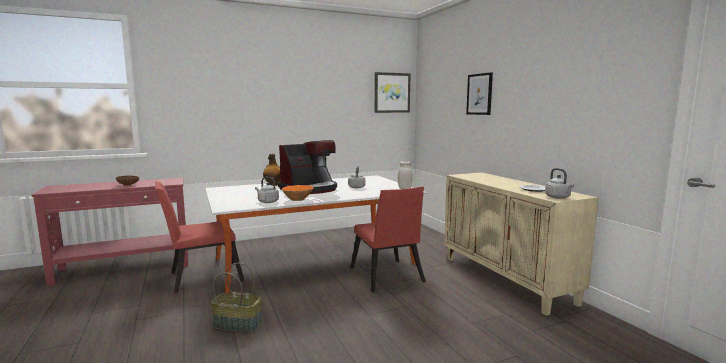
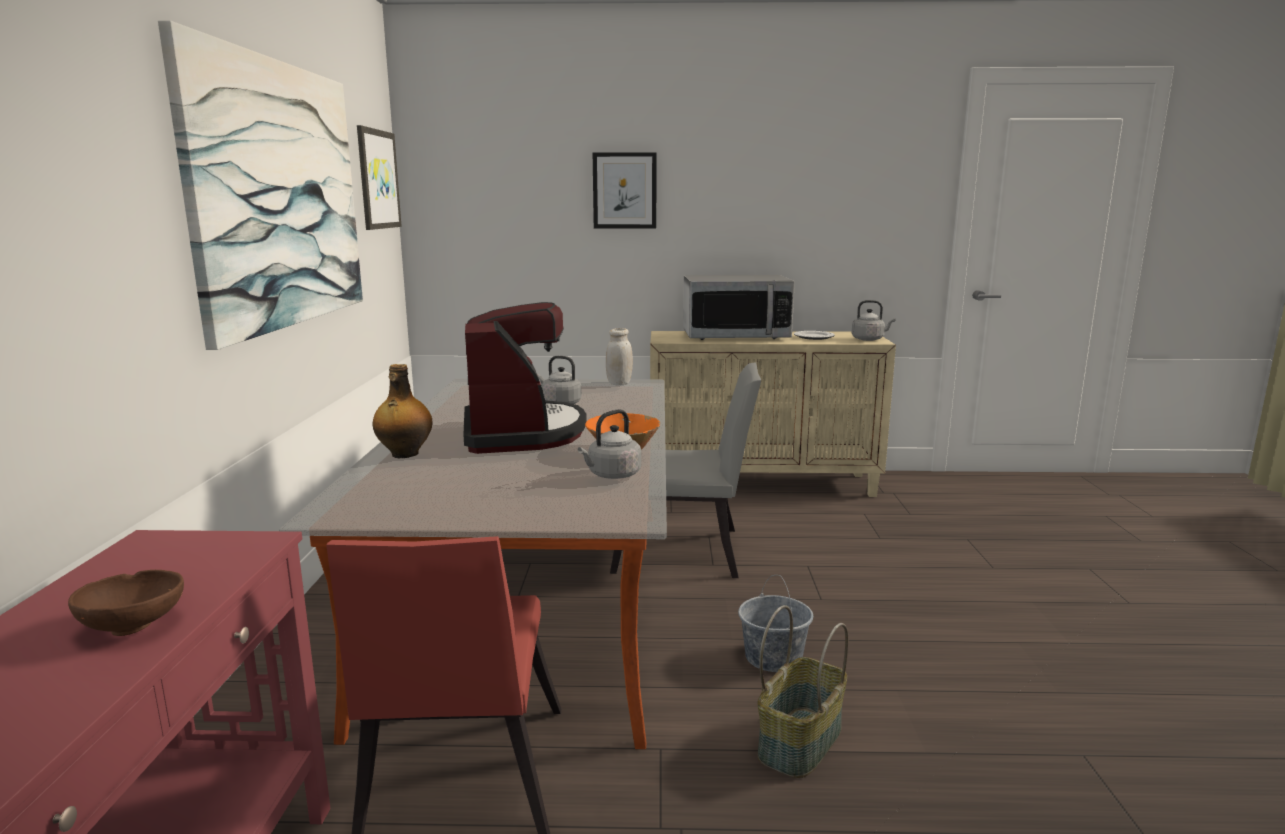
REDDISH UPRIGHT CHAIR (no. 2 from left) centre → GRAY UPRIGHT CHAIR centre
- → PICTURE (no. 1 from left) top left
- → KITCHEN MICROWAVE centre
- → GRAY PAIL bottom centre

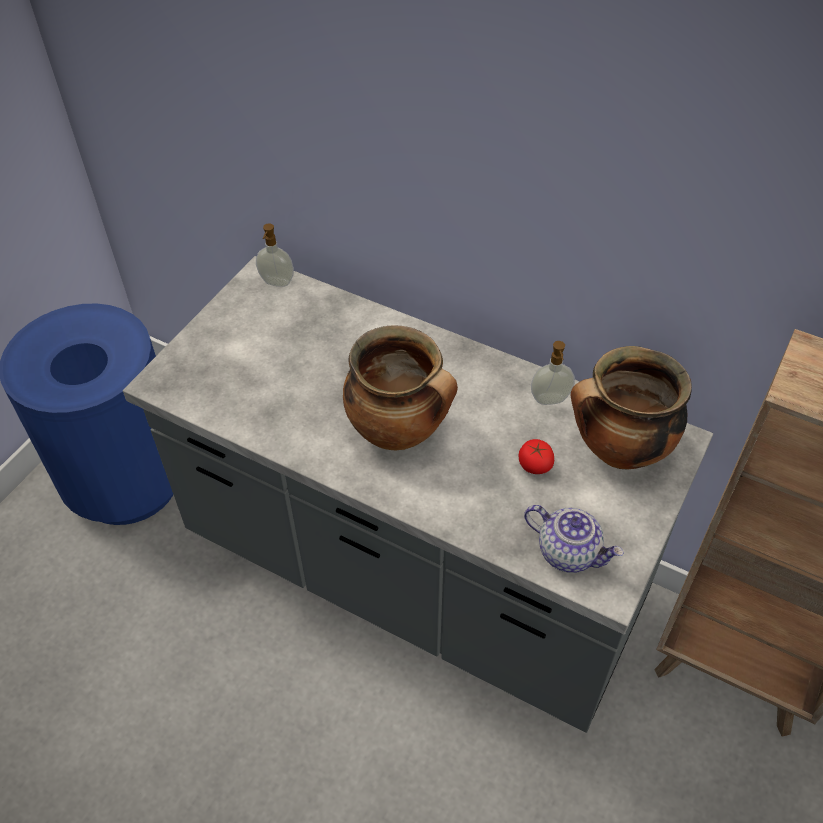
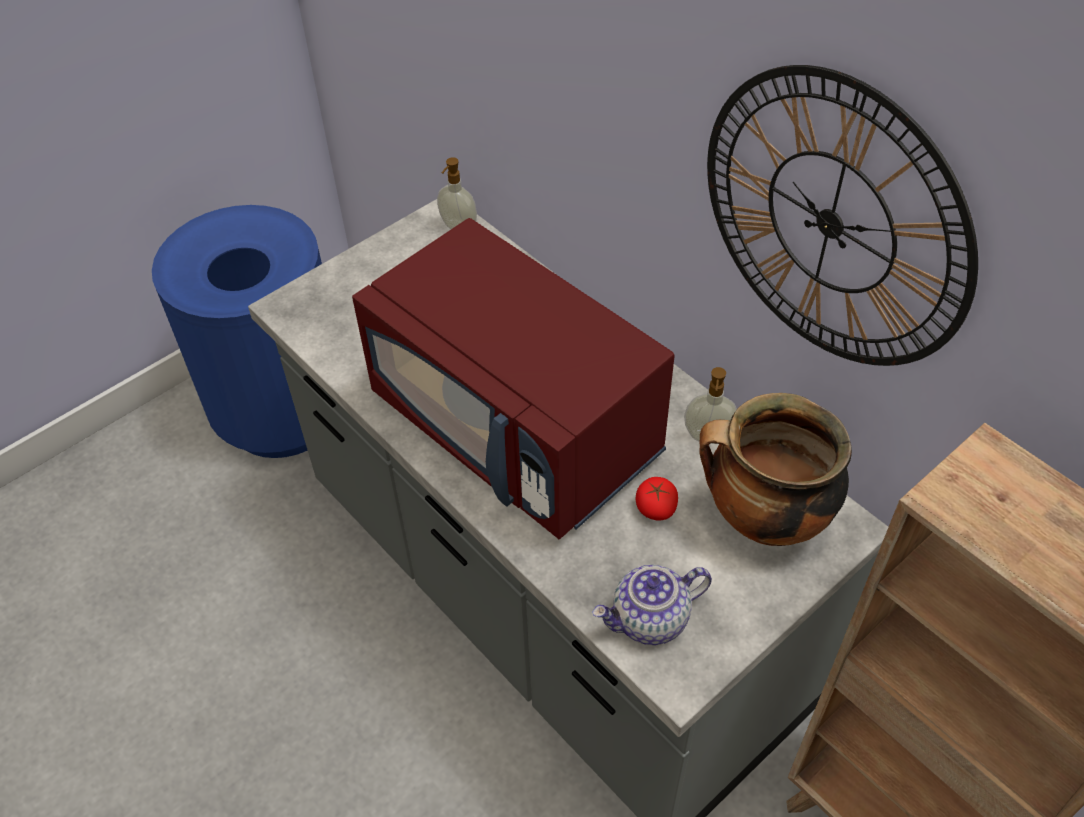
SAUCEPOT (no. 1 from left) centre → REDDISH KITCHEN MICROWAVE centre
TEAPOT middle right → TEAPOT bottom centre, 105 degrees clockwise
- → HANGING CLOCK top right

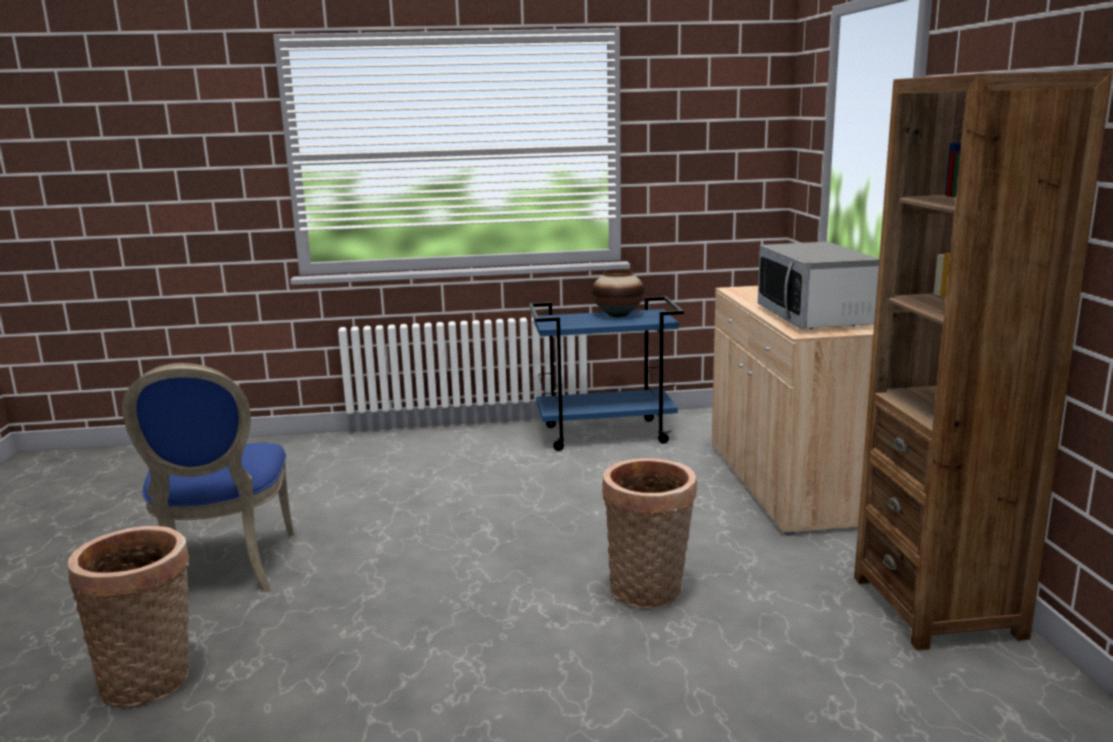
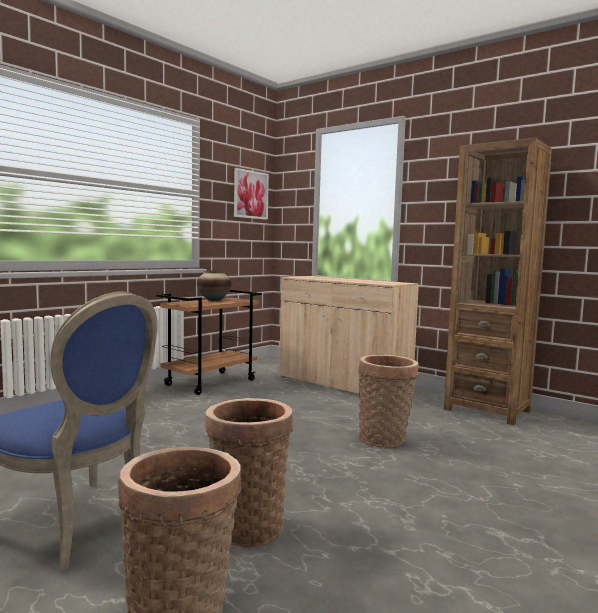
KITCHEN MICROWAVE middle right → -
BLUE-COLOURED WHEELED CART centre → BROWNISH WHEELED CART centre
- → PICTURE top centre
- → HOUSEHOLD BASKET (no. 2 from left) bottom centre

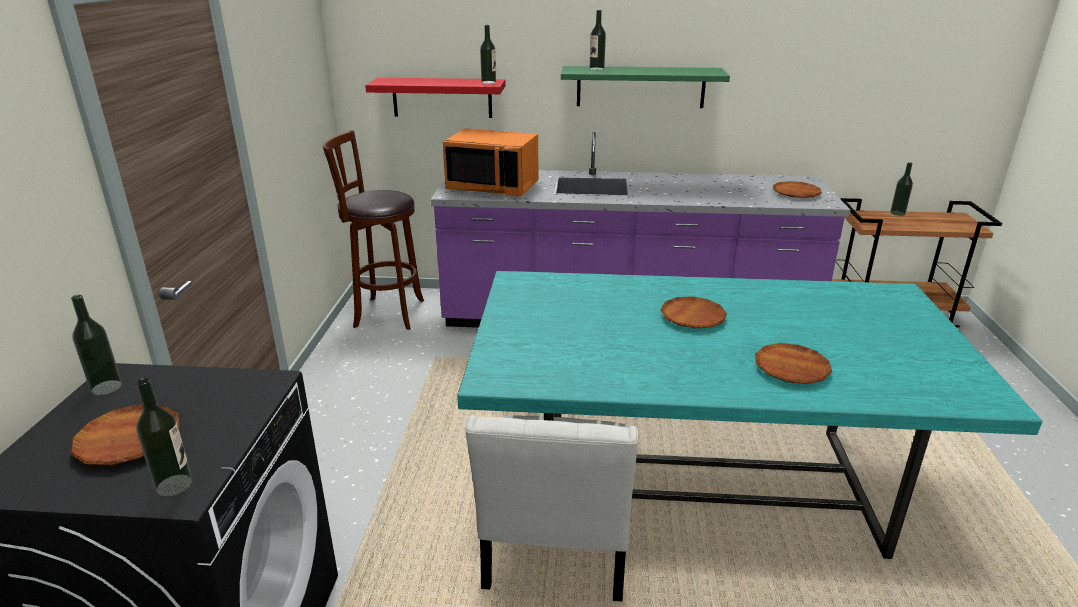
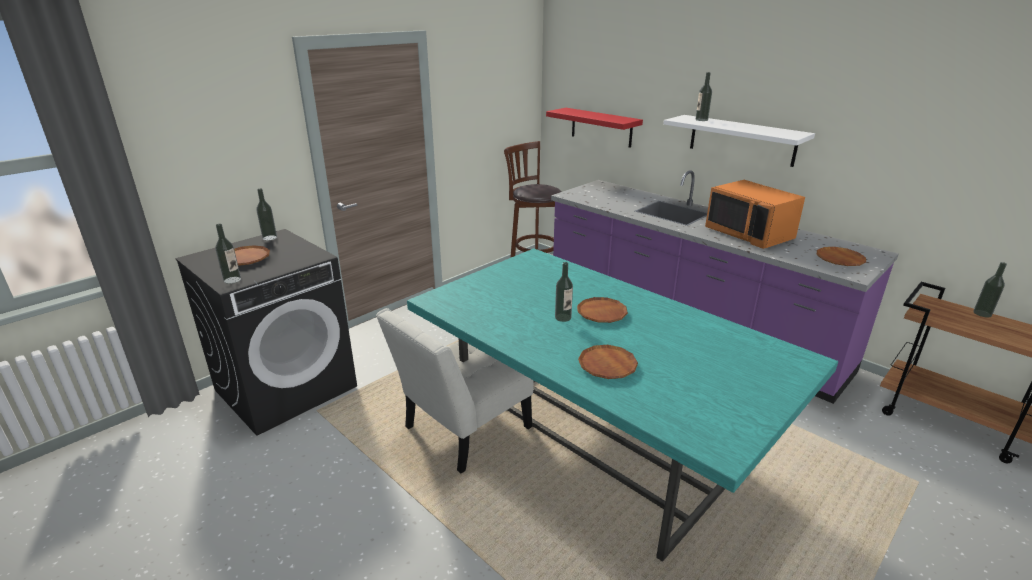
BOTTLE (no. 3 from left) top centre → BOTTLE (no. 3 from left) centre, shifted
GREEN-COLOURED SHELF top centre → WHITE SHELF top right
ORANGE-COLOURED KITCHEN MICROWAVE top centre → ORANGE-COLOURED KITCHEN MICROWAVE middle right, shifted

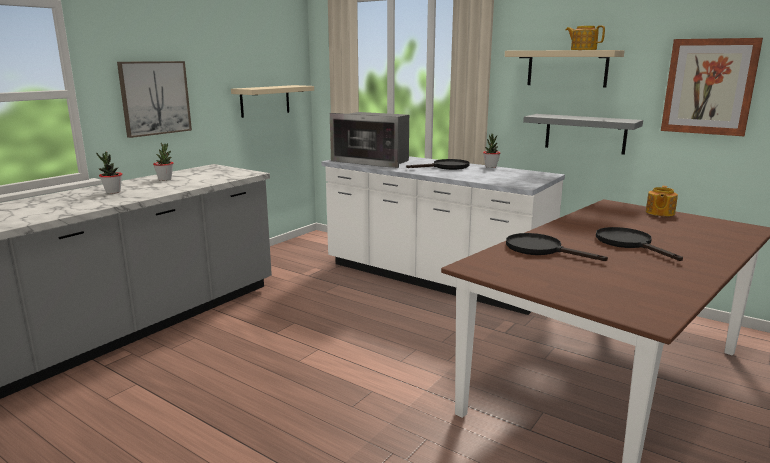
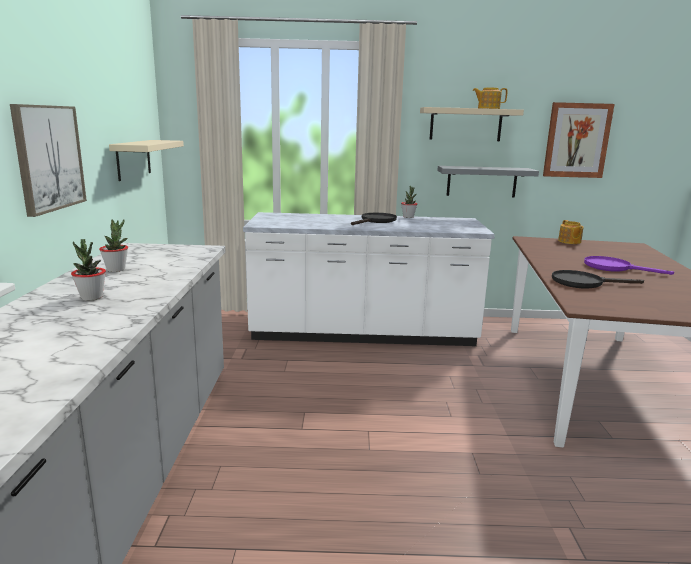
KITCHEN MICROWAVE top centre → -
BLACK-COLOURED PAN (no. 3 from left) middle right → PURPLISH PAN middle right

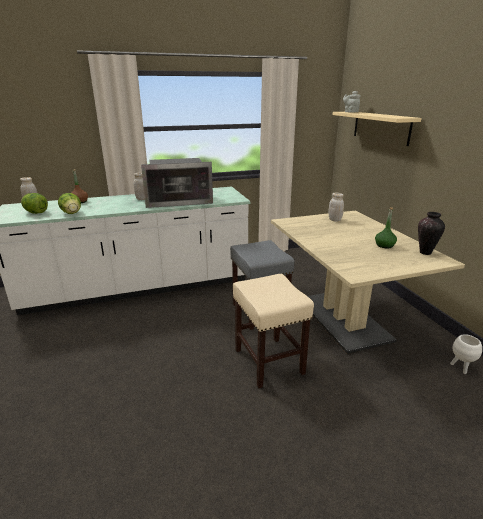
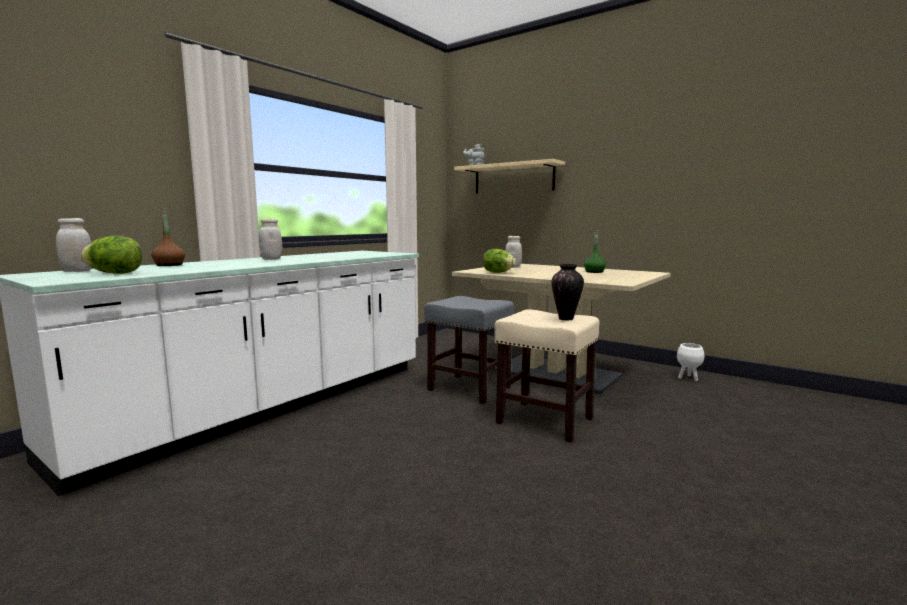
KITCHEN MICROWAVE centre → -
LETTUCE HEAD (no. 2 from left) middle left → LETTUCE HEAD (no. 2 from left) centre, shifted
FLOWER VASE middle right → FLOWER VASE centre, shifted

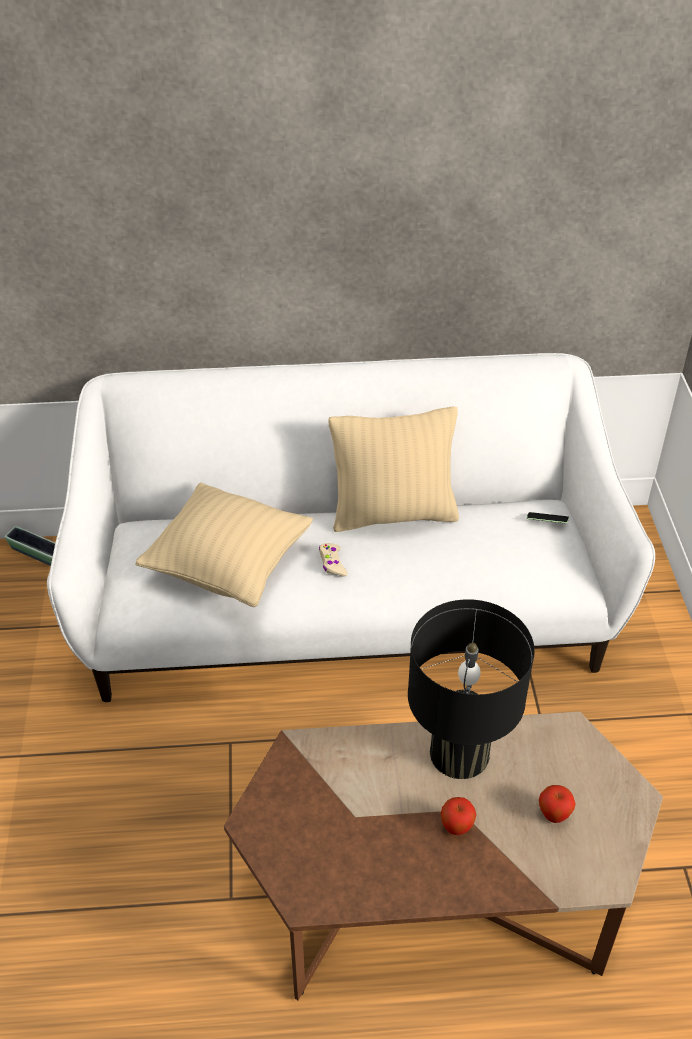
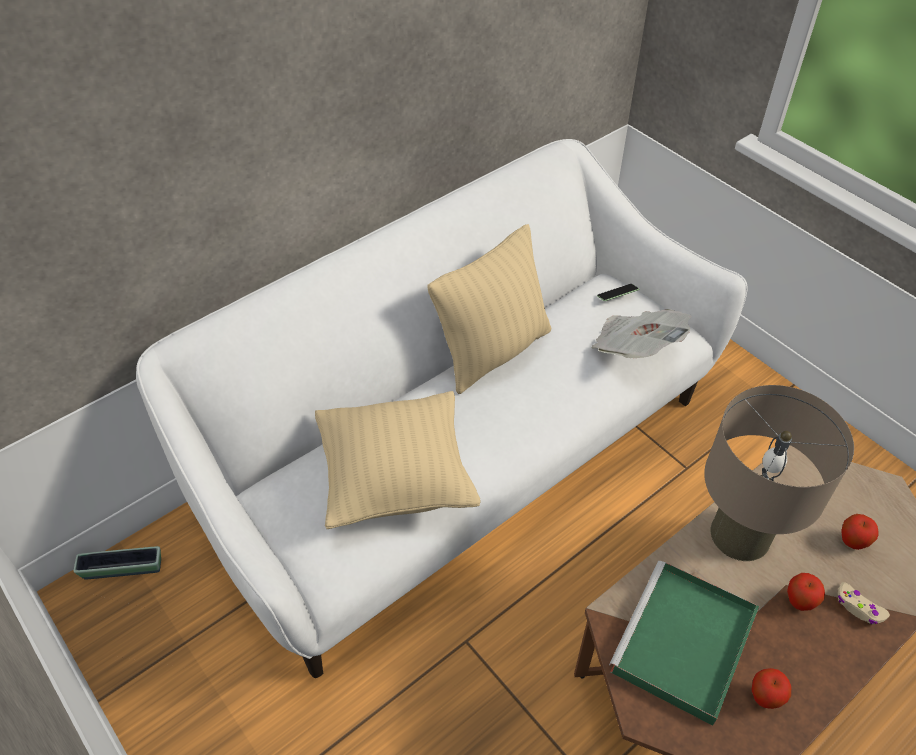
BEIGE GAME CONTROLLER centre → BEIGE GAME CONTROLLER bottom right, shifted
BLACK-COLOURED LAMP FOR A TABLE middle right → BEIGE LAMP FOR A TABLE middle right
- → DAILY PAPER middle right
- → GREEN-COLOURED TRAY bottom right
- → APPLE (no. 1 from left) bottom right

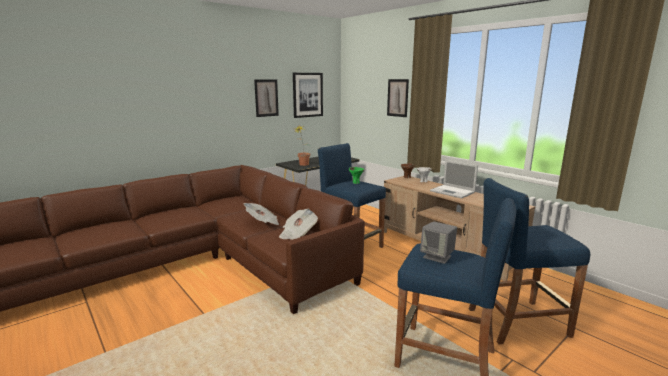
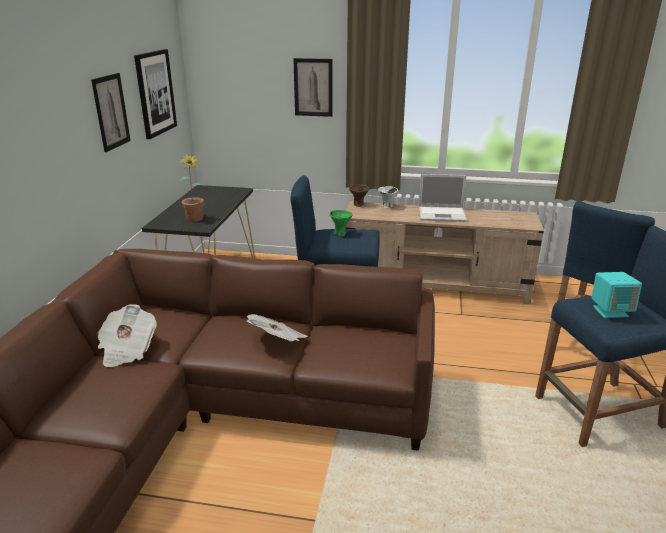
DAILY PAPER (no. 2 from left in the first image) centre → DAILY PAPER (no. 1 from left) middle left, shifted
GRAY LOUDSPEAKER centre → TURQUOISE LOUDSPEAKER middle right

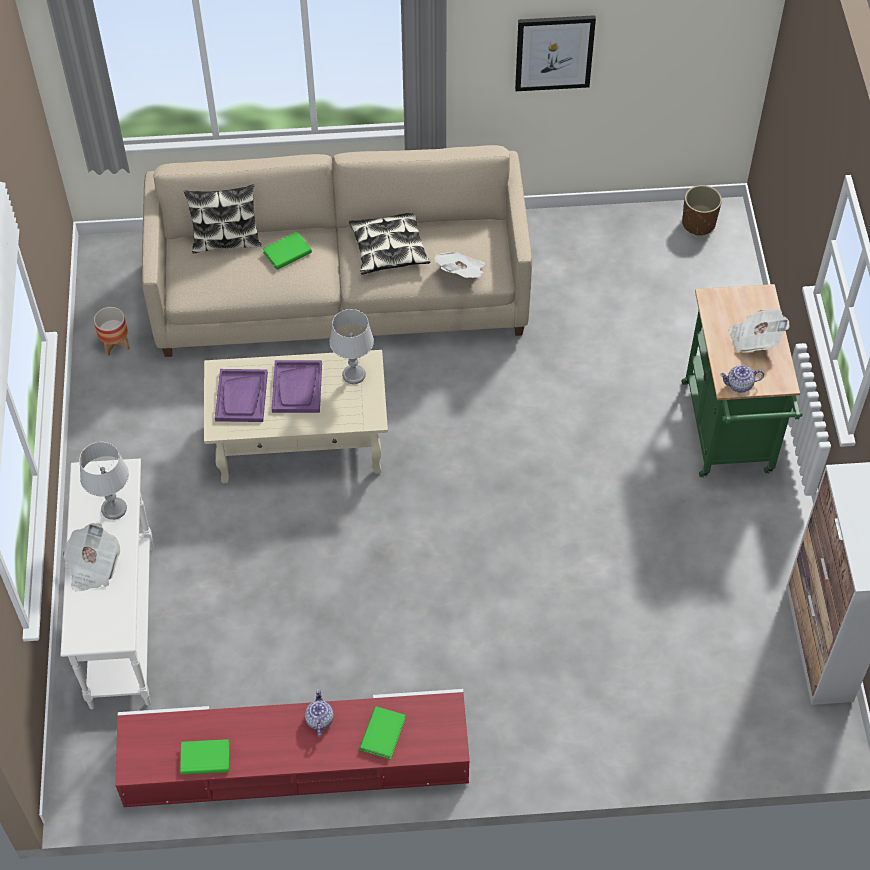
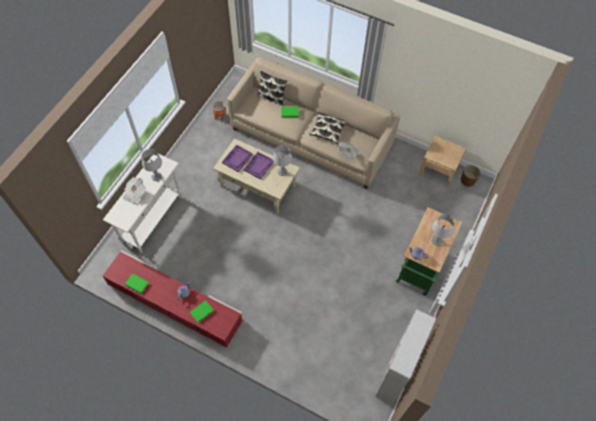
PICTURE top centre → -
DAILY PAPER (no. 3 from left) middle right → GRAY LAMP FOR A TABLE (no. 3 from left) middle right
- → BEIGE BEDSIDE TABLE middle right

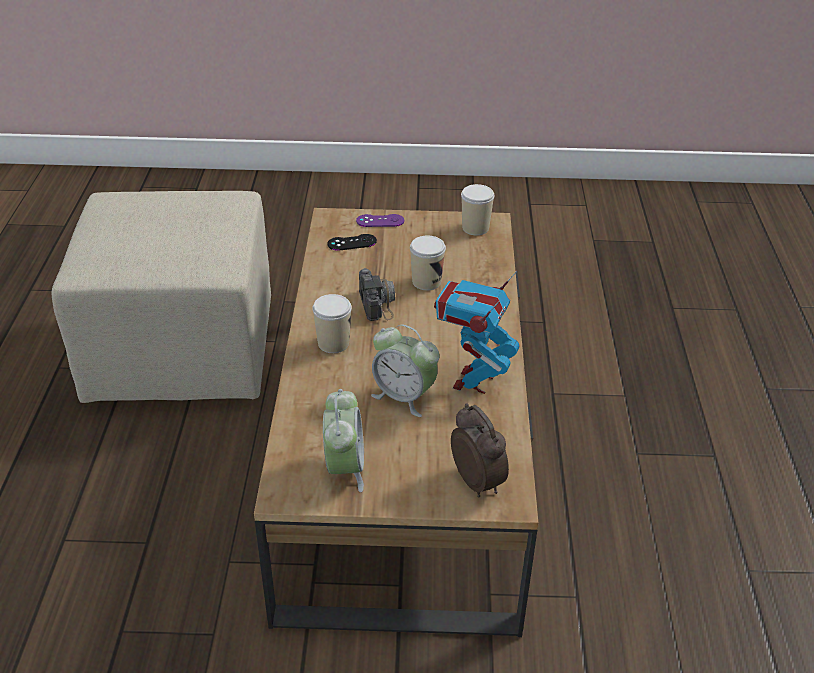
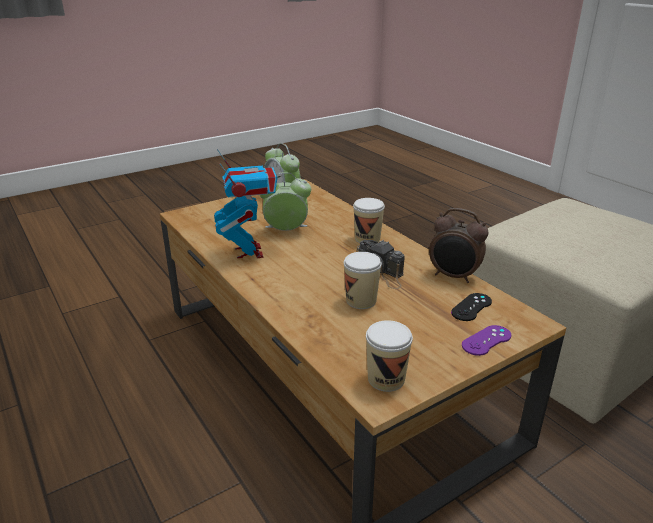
BEDSIDE CLOCK (no. 3 from left) bottom centre → BEDSIDE CLOCK (no. 3 from left) middle right, shifted

